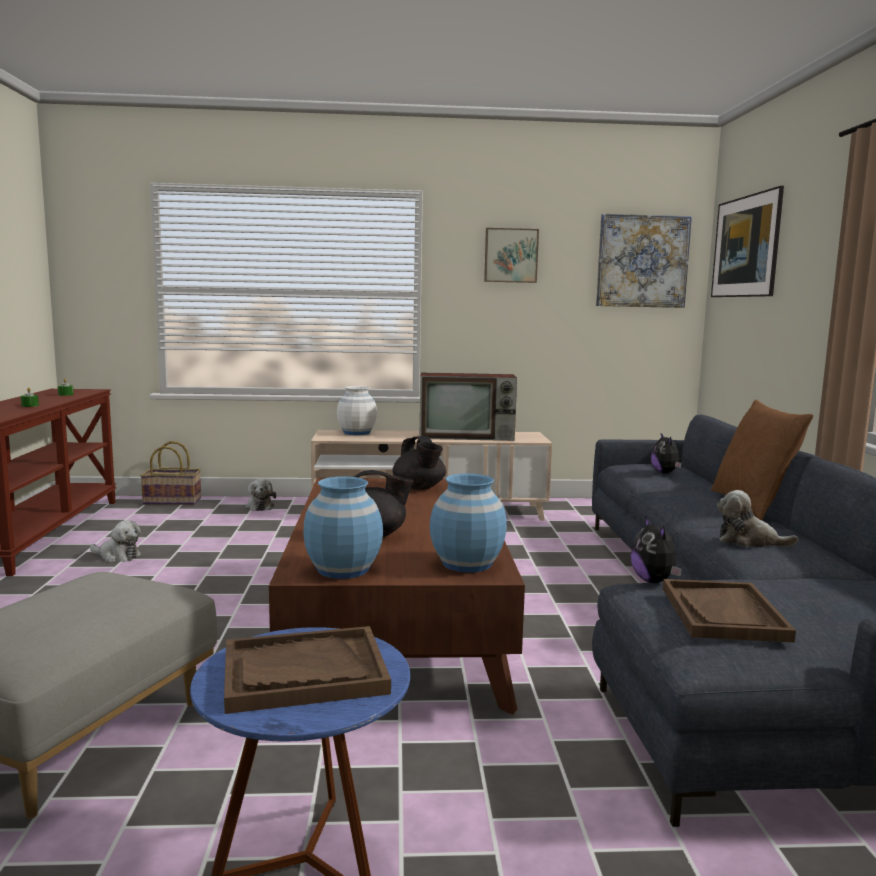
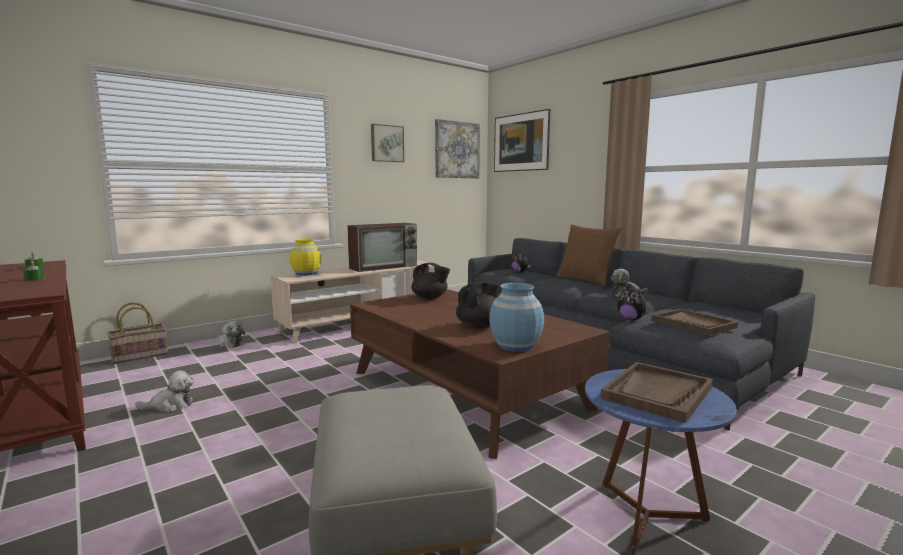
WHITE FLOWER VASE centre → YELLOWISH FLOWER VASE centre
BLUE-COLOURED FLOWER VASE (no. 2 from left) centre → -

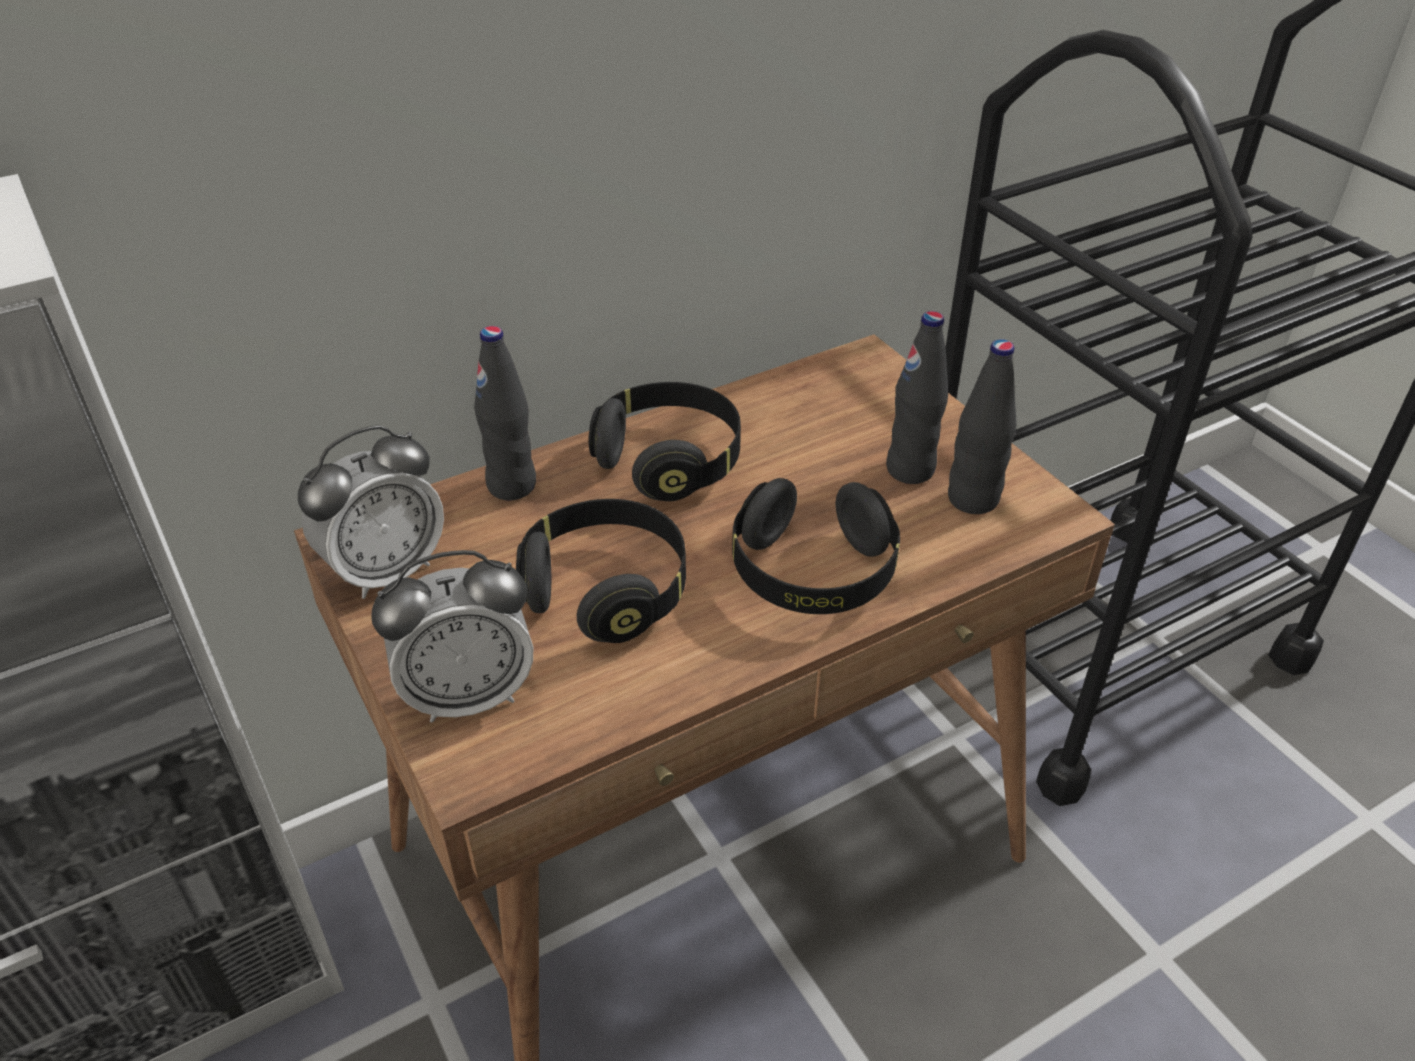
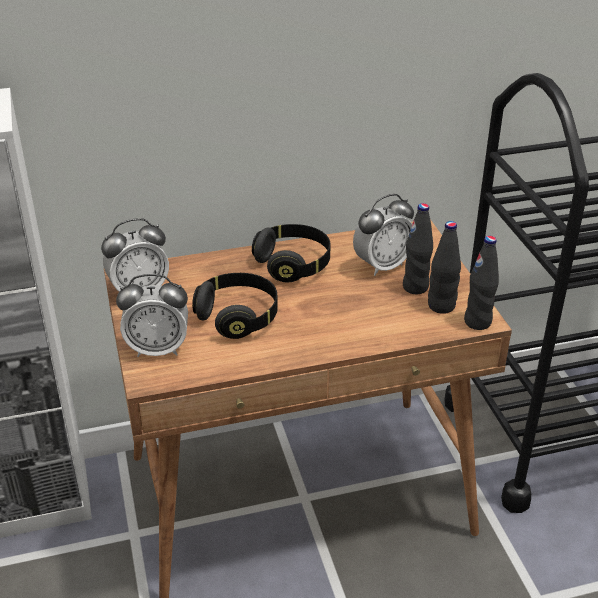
BLACK-COLOURED BOTTLE (no. 1 from left in the first image) centre → BLACK-COLOURED BOTTLE (no. 3 from left) middle right, shifted
BLACK-COLOURED PAIR OF HEADPHONES (no. 3 from left) centre → -
- → BEDSIDE CLOCK (no. 3 from left) centre

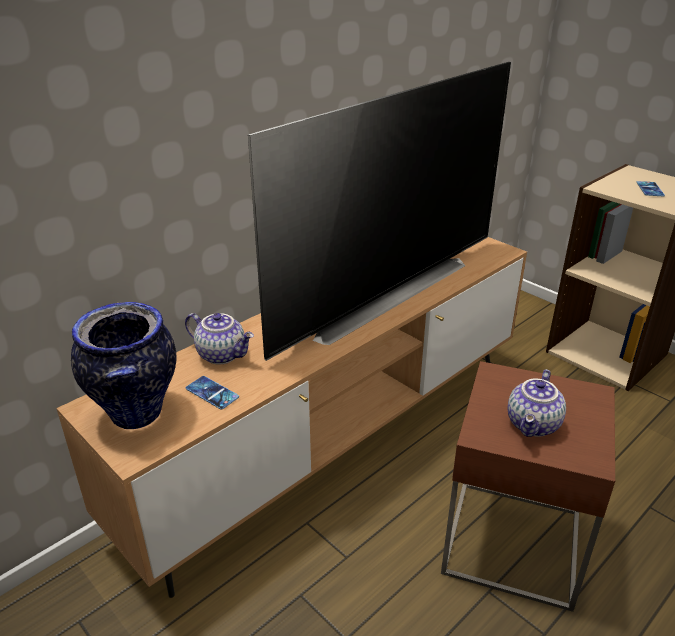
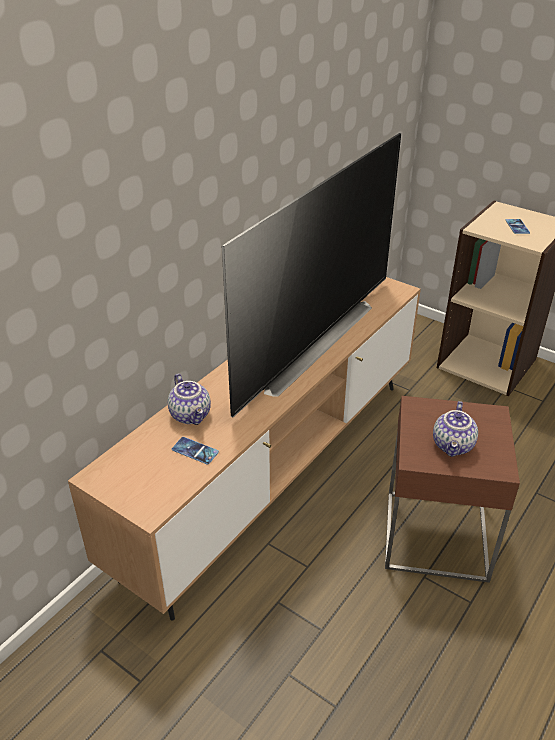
FLOWER VASE middle left → -
TEAPOT (no. 1 from left) middle left → TEAPOT (no. 1 from left) centre, 45 degrees clockwise

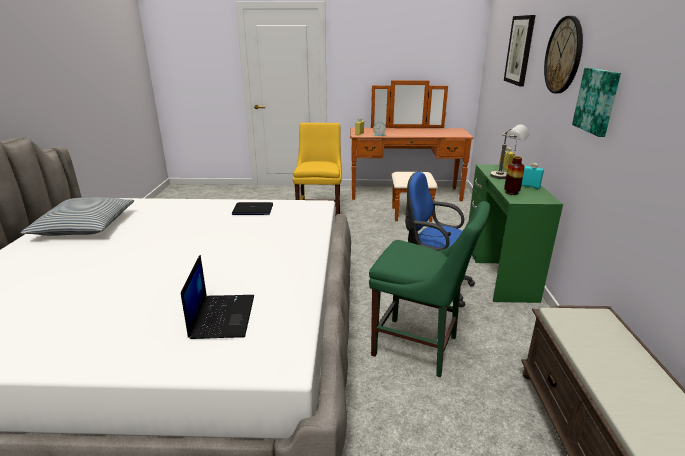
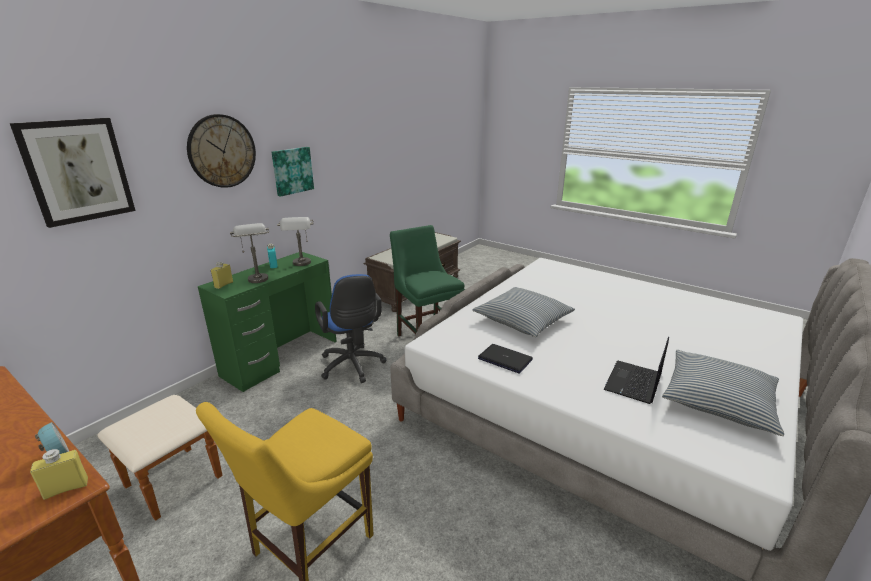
FLOWER VASE middle right → GRAY LAMP FOR A TABLE (no. 2 from left) centre
PORTABLE COMPUTER (no. 1 from left in the first image) middle left → PORTABLE COMPUTER (no. 2 from left) middle right, shifted
- → PILLOW (no. 1 from left) centre

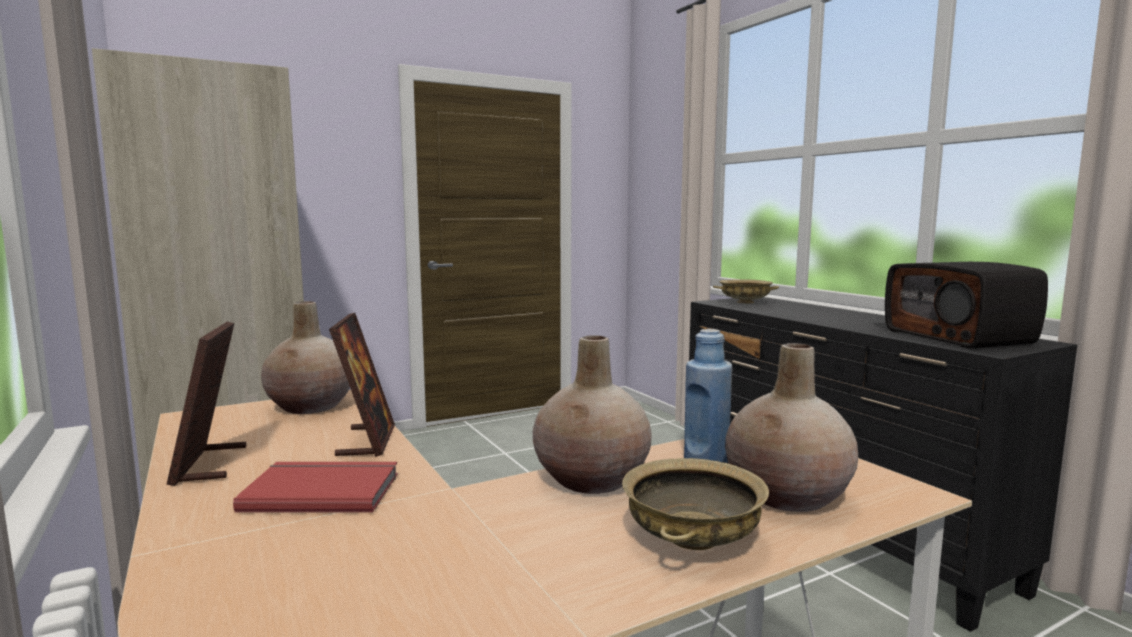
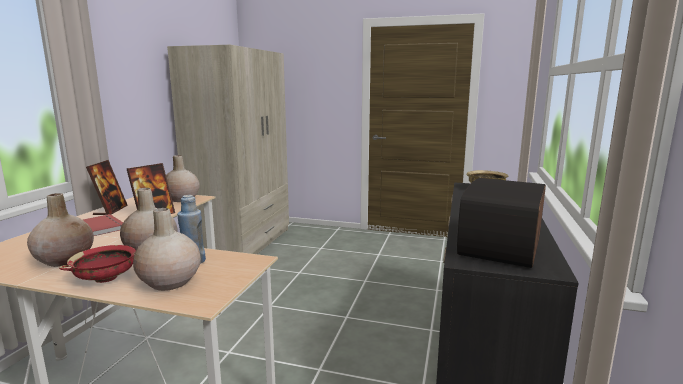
PICTURE FRAME (no. 1 from left) middle left, 150 degrees clockwise
BEIGE DEEP DISH (no. 1 from left) bottom centre → REDDISH DEEP DISH bottom left
- → BEIGE FLOWER VASE (no. 1 from left) middle left

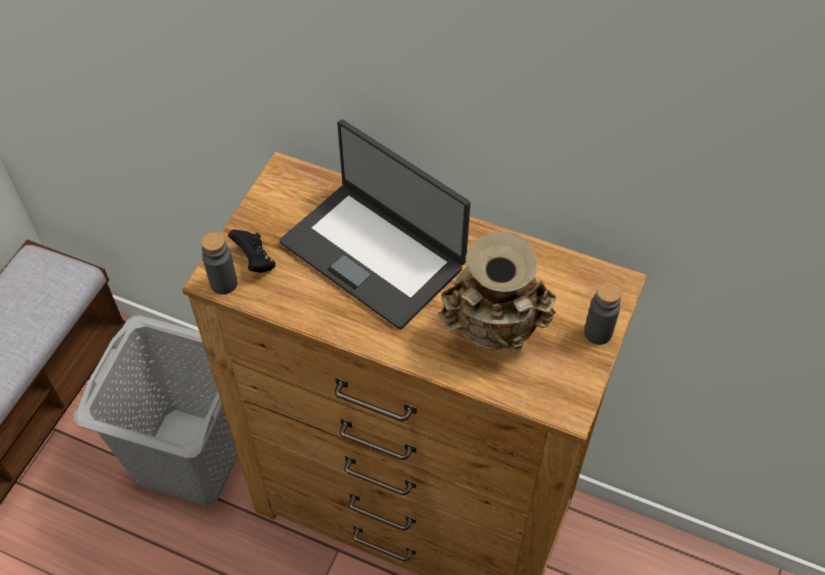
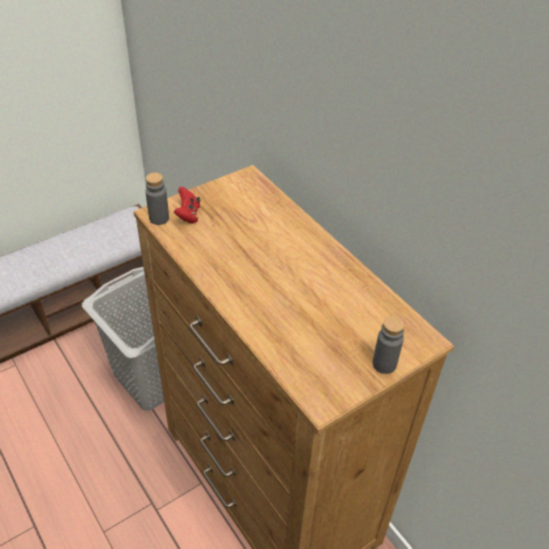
PORTABLE COMPUTER centre → -
BLACK-COLOURED GAME CONTROLLER middle left → REDDISH GAME CONTROLLER centre
BEIGE FLOWER VASE centre → -

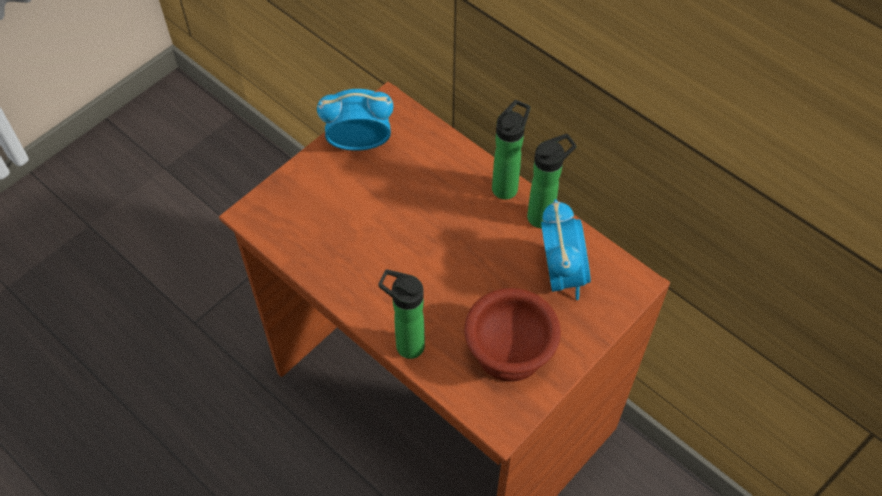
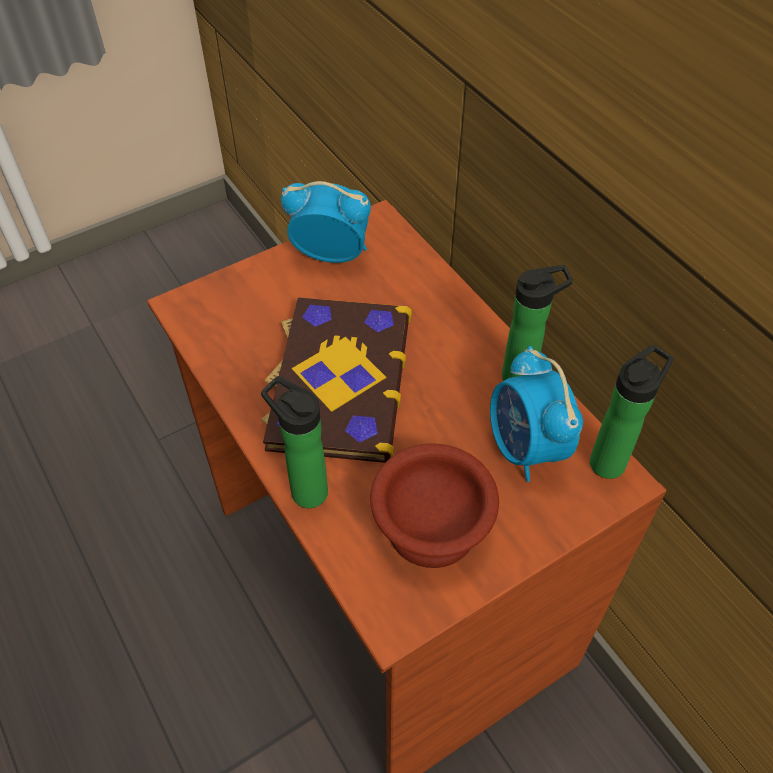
BOTTLE (no. 2 from left in the first image) top centre → BOTTLE (no. 3 from left) middle right, shifted
BEDSIDE CLOCK (no. 2 from left) centre → BEDSIDE CLOCK (no. 2 from left) middle right, 150 degrees clockwise
- → BOOK centre

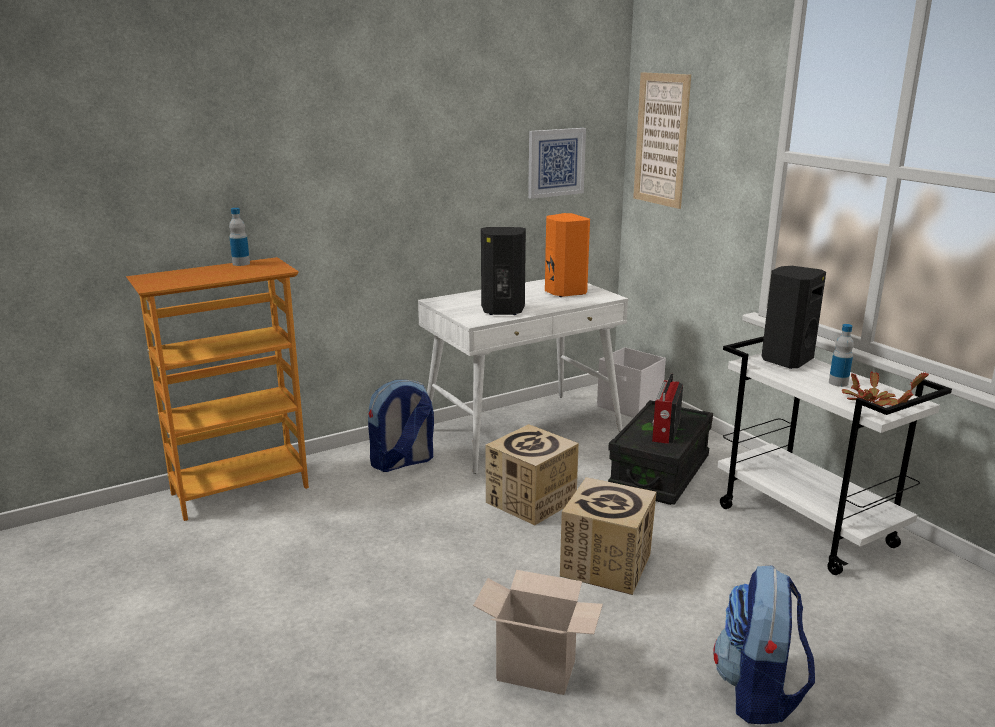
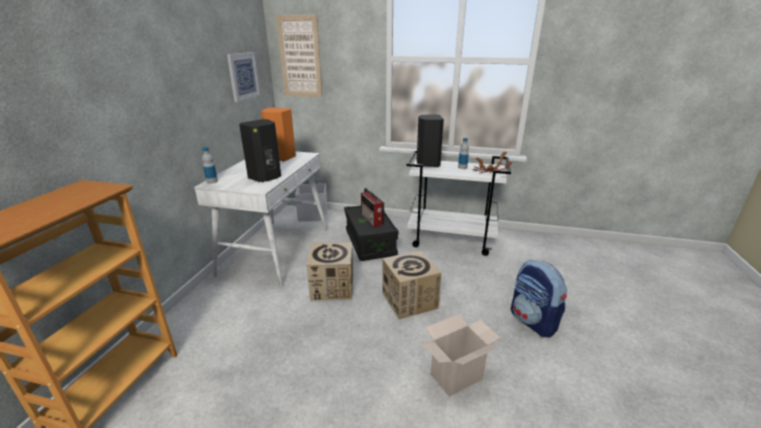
BOTTLE (no. 1 from left) top left → BOTTLE (no. 1 from left) middle left, shifted
BACKPACK (no. 1 from left) centre → -

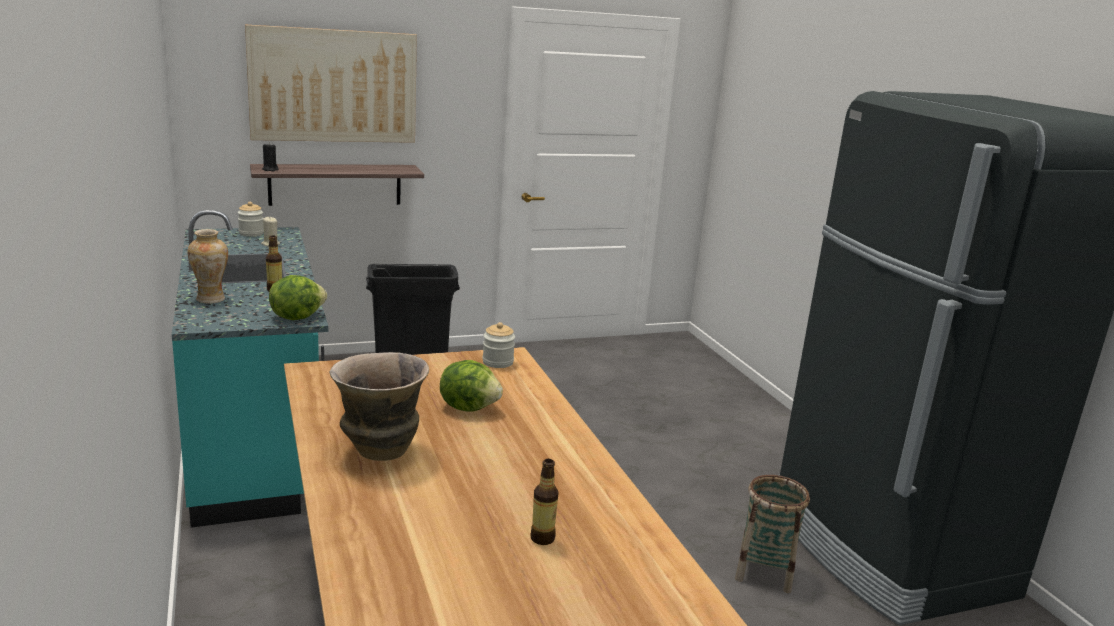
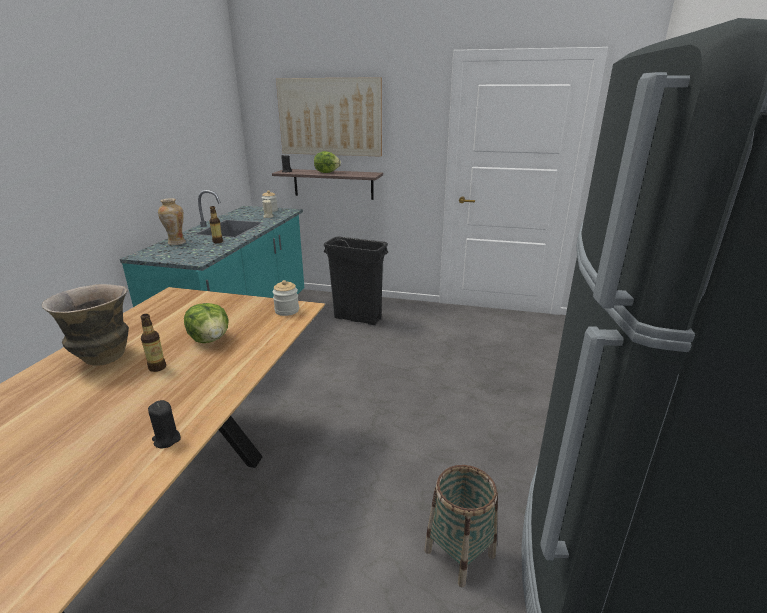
LETTUCE HEAD (no. 1 from left in the first image) middle left → LETTUCE HEAD (no. 2 from left) top centre, shifted
BOTTLE (no. 2 from left in the first image) bottom centre → BOTTLE (no. 1 from left) middle left, shifted
- → BLACK-COLOURED WAX LIGHT (no. 1 from left) bottom left

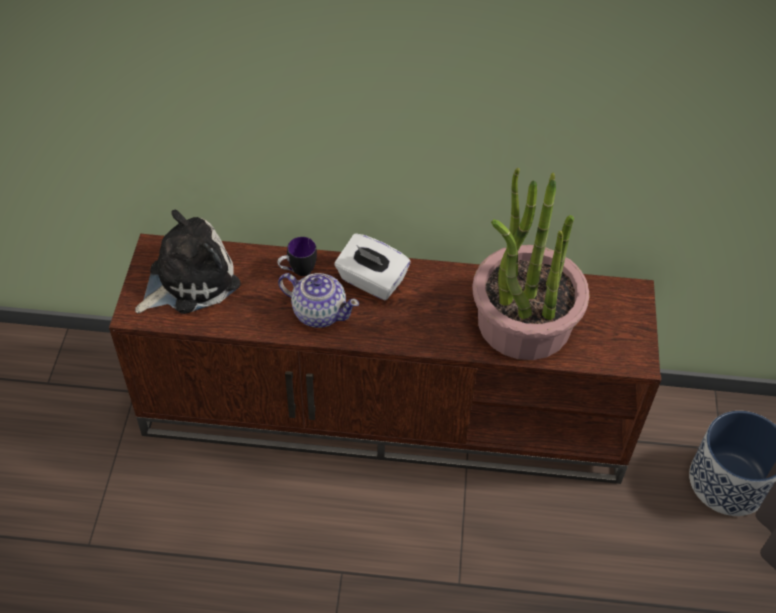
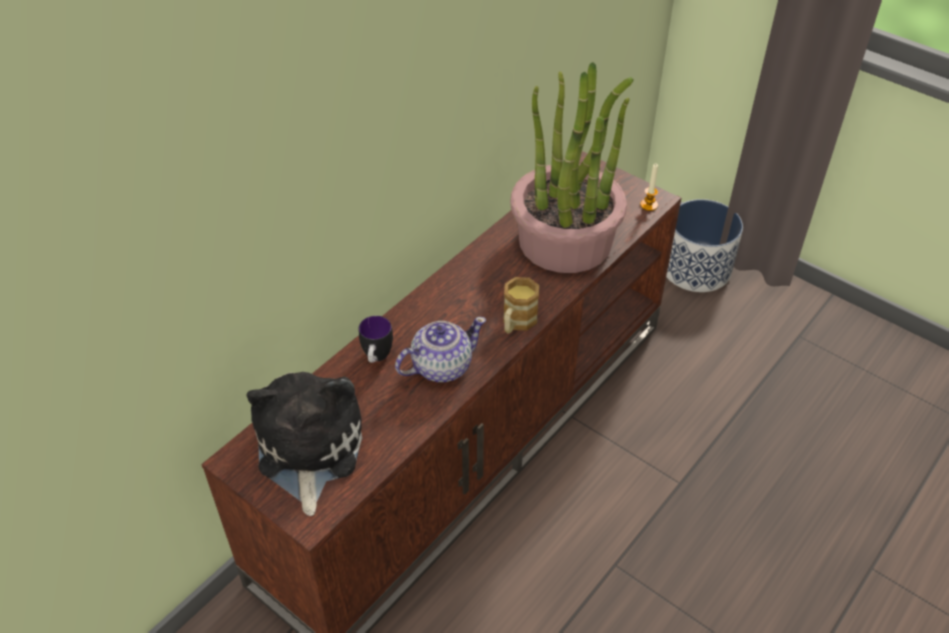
WHITE TISSUE BOX centre → -
- → WAX LIGHT top right
- → MUG (no. 2 from left) centre

